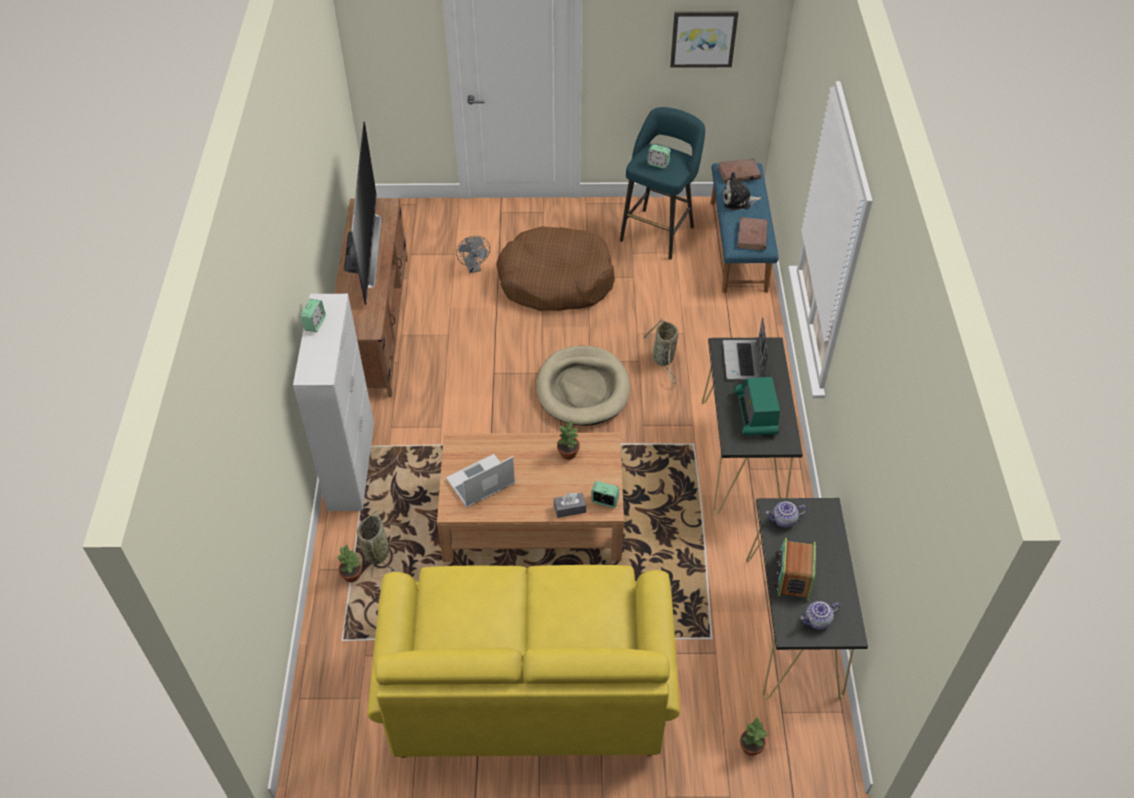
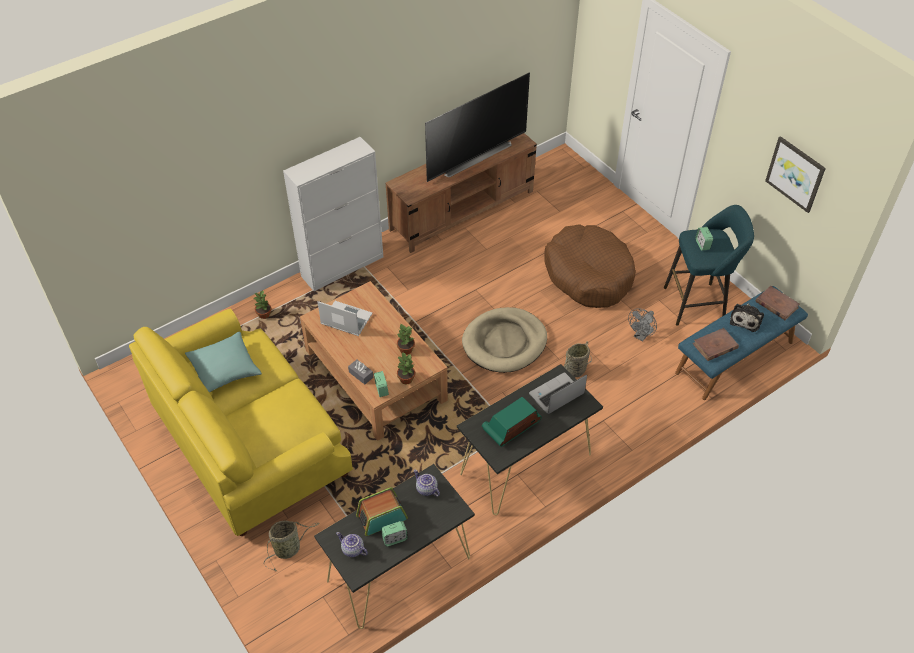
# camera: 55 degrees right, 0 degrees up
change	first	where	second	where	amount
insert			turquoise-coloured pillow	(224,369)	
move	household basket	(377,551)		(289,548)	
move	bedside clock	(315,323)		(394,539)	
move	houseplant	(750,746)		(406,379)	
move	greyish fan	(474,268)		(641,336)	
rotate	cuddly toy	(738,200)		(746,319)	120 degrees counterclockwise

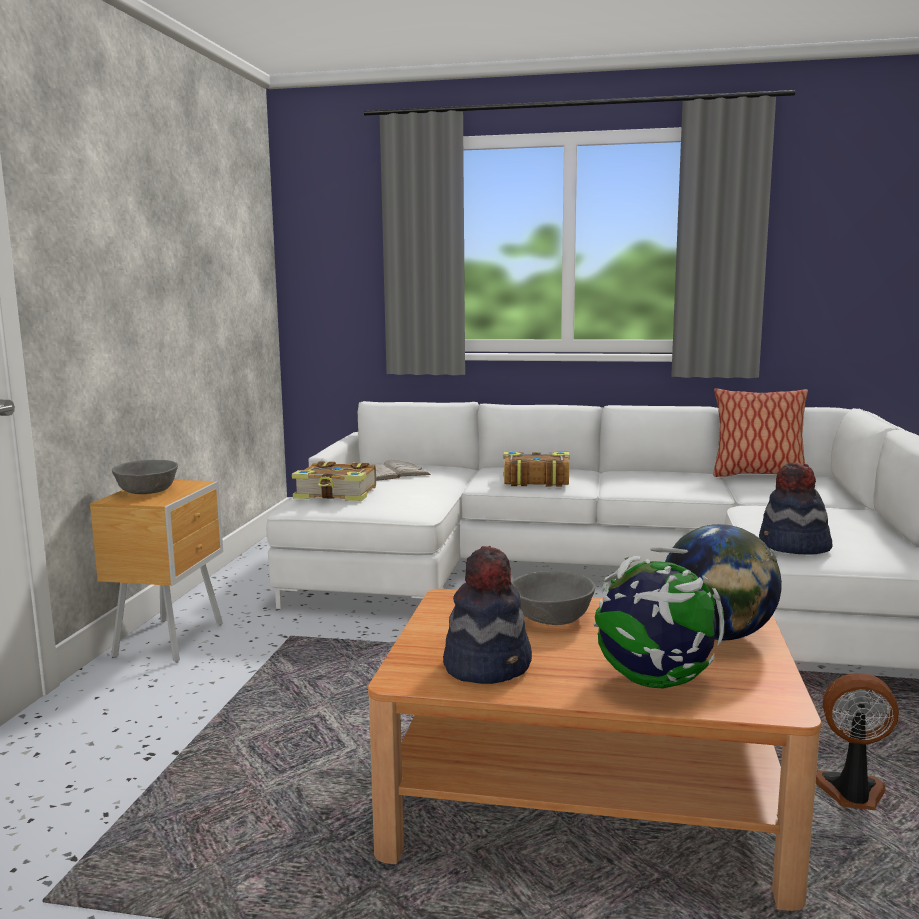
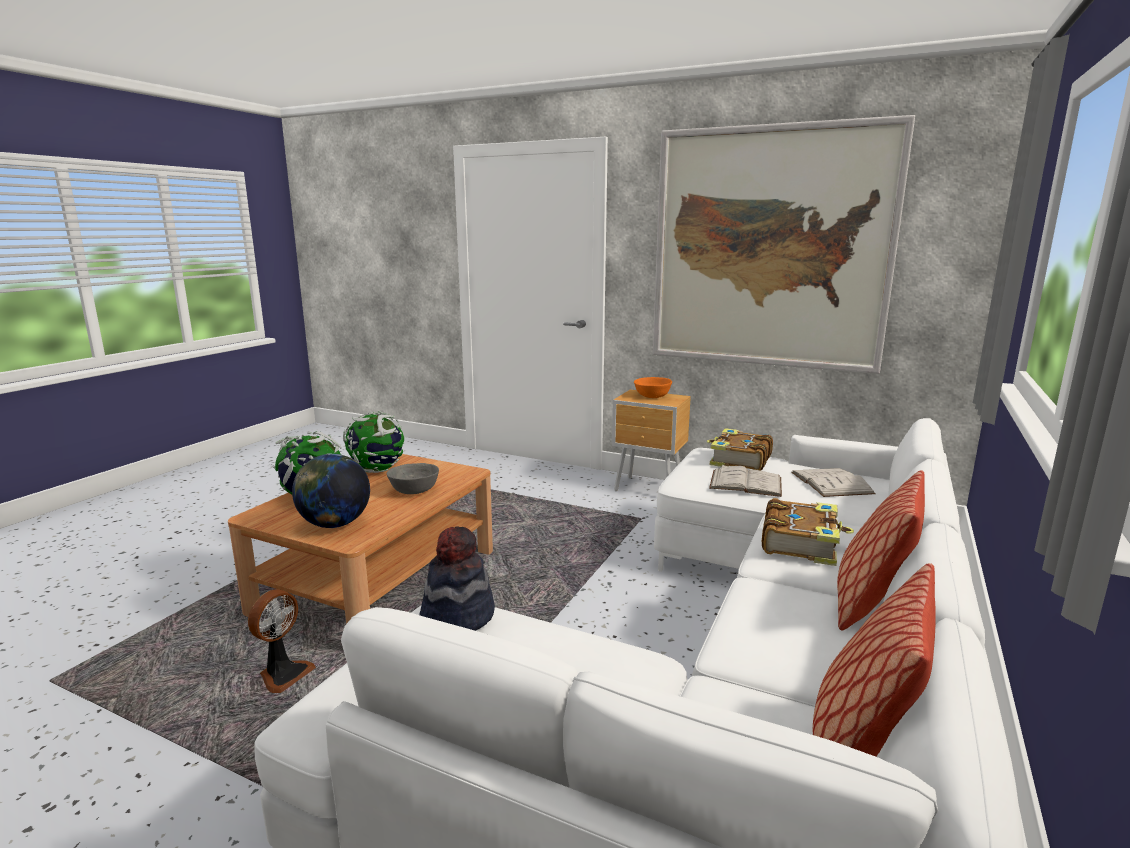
# camera: 105 degrees right, 5 degrees up
change	first	where	second	where	amount
replace	hat	(488,665)	world globe	(377,470)	
recolor	greyish bowl	(147,491)	orange bowl	(652,396)	
insert			wall art	(770,249)	
insert			white volume	(745,483)	
insert			pillow	(871,604)	

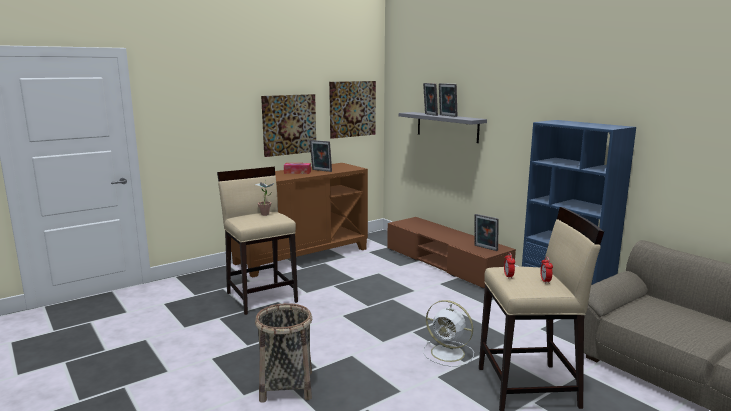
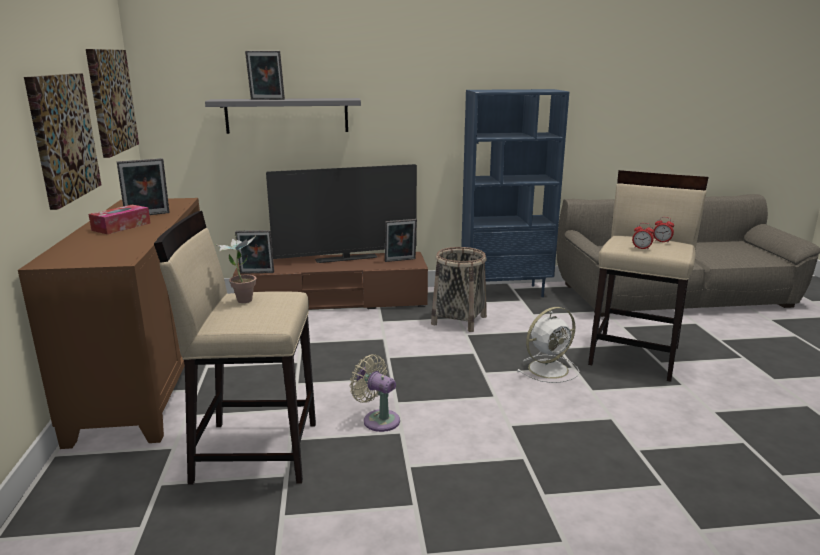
# camera: 60 degrees left, 5 degrees up
change	first	where	second	where	amount
move	picture frame	(447,116)		(256,273)	
insert			TV set	(346,259)	
insert			beige fan	(378,419)	
move	household basket	(286,386)		(459,320)	

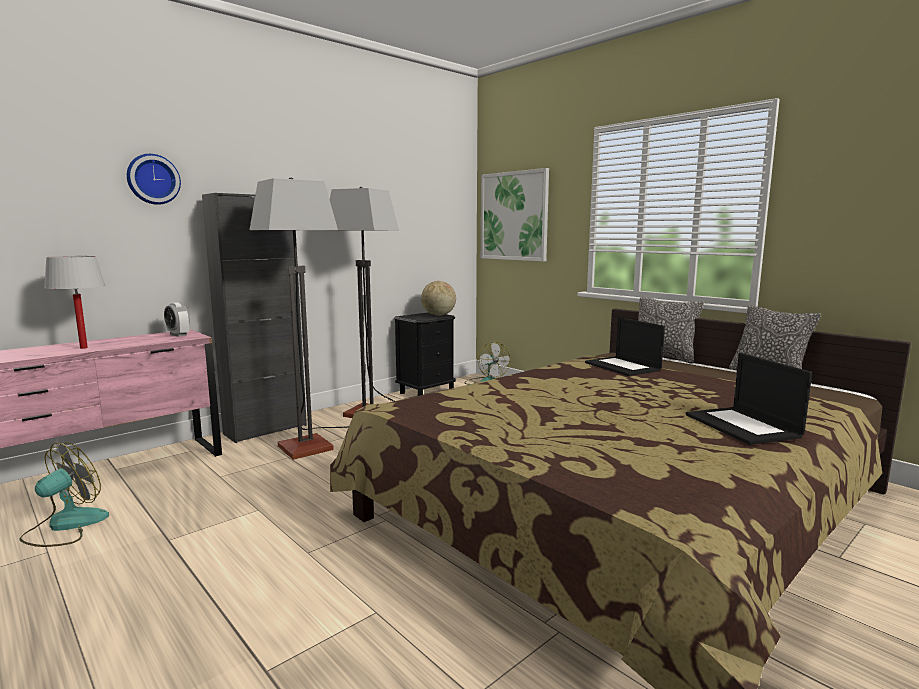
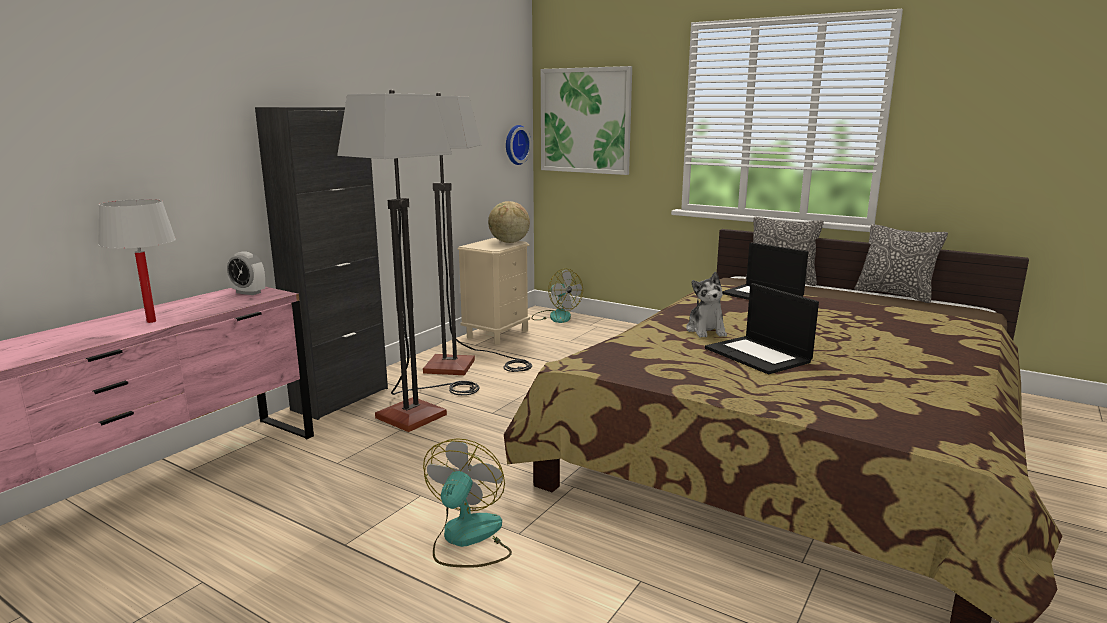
# camera: 15 degrees left, 5 degrees up
change	first	where	second	where	amount
move	fan	(65,526)		(467,539)	
recolor	black night table	(426,392)	beige night table	(497,334)	
move	clock on the wall	(153,179)		(515,144)	
insert			cuddly toy	(706,330)	
move	laptop	(743,426)		(759,355)	

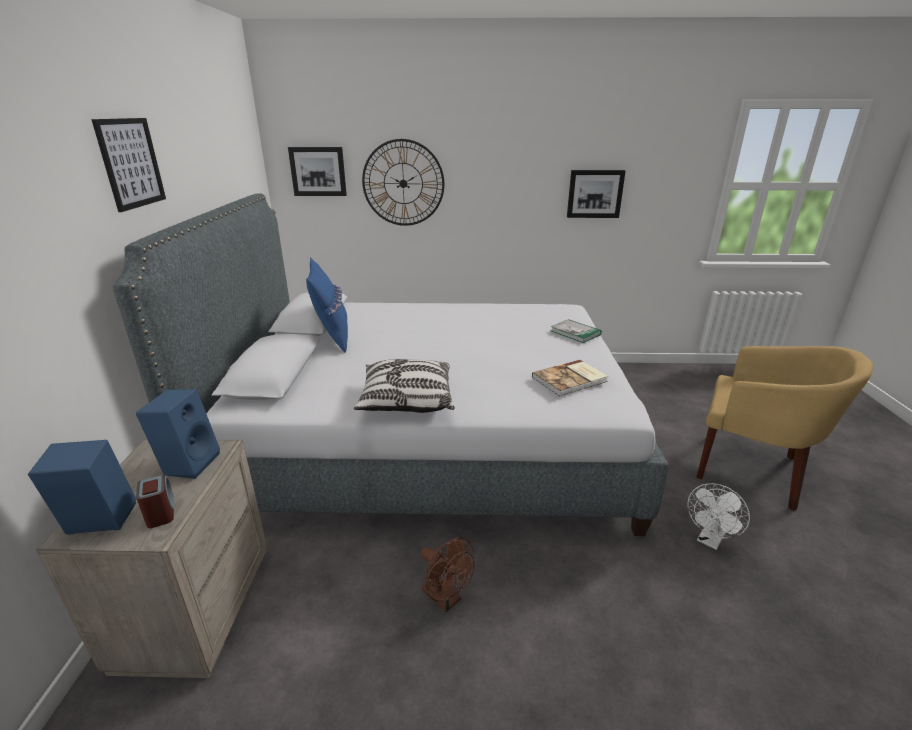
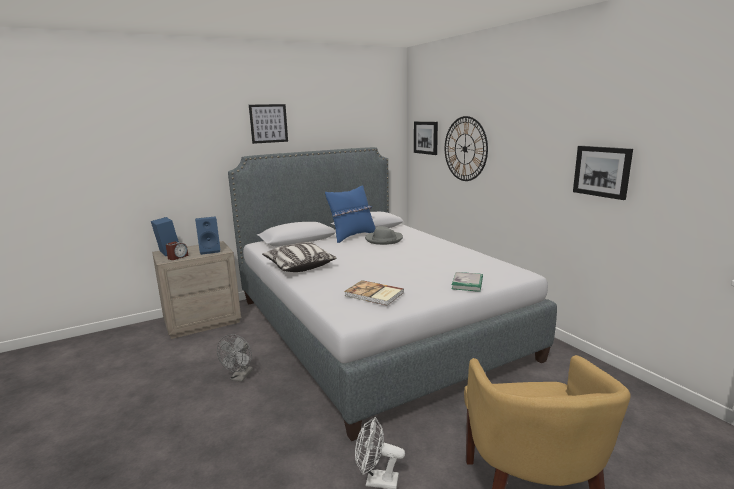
# camera: 60 degrees right, 10 degrees down
change	first	where	second	where	amount
recolor	brownish fan	(446,599)	greyish fan	(240,377)	
insert			greyish hat	(384,239)	

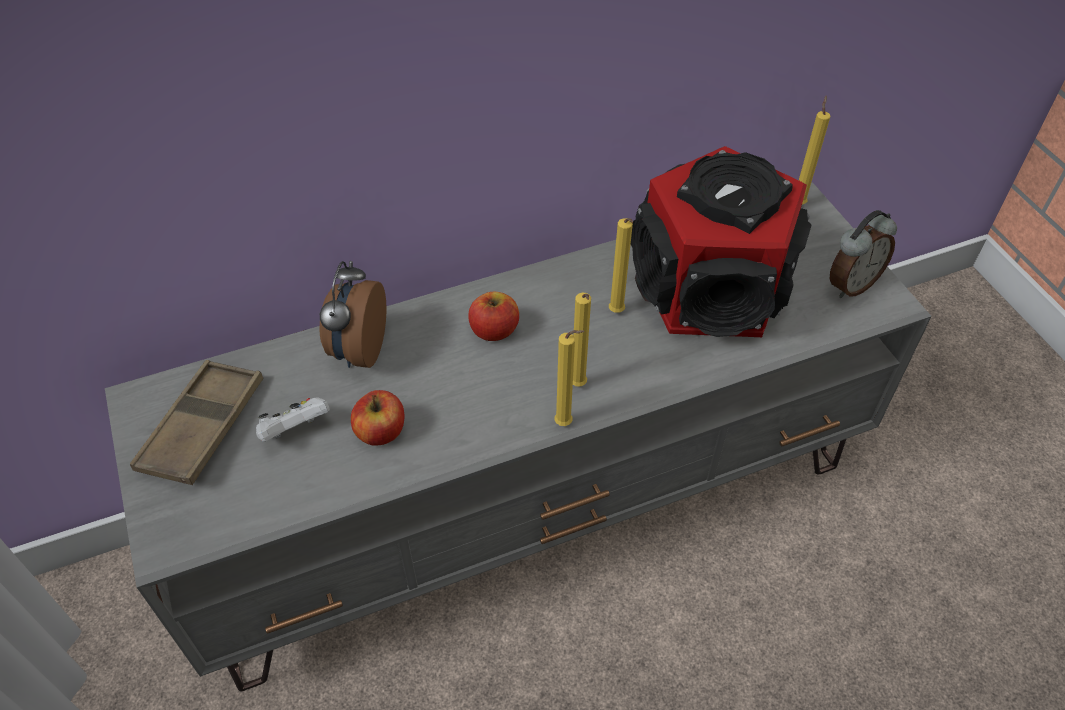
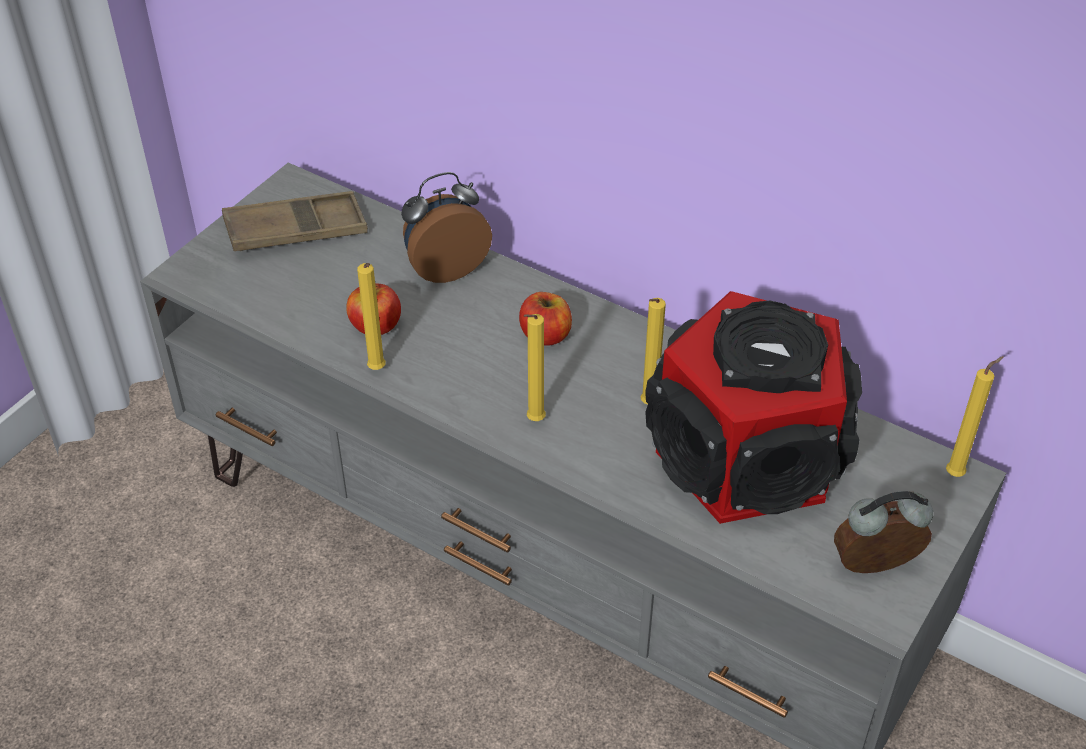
# camera: 55 degrees right, 5 degrees down
change	first	where	second	where	amount
move	yellowish wax candle	(566,424)		(377,371)	
rotate	bedside clock	(851,284)		(875,568)	150 degrees clockwise
delete	white joypad	(295,430)			

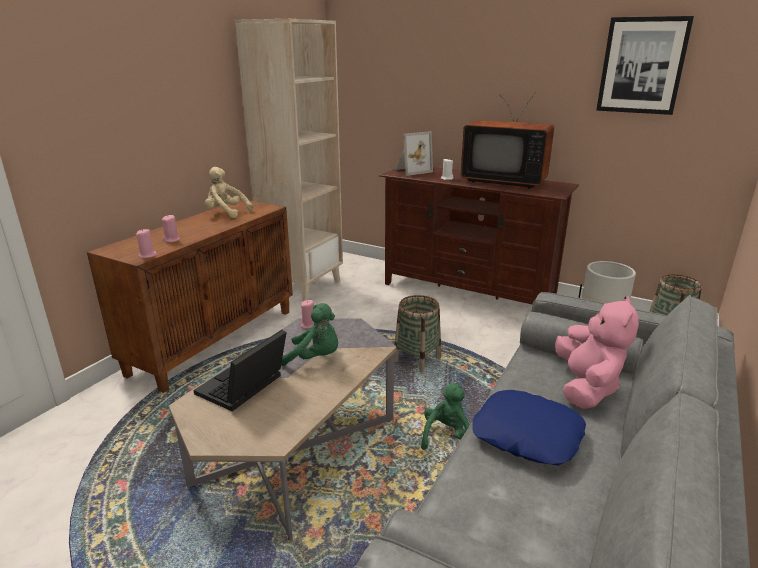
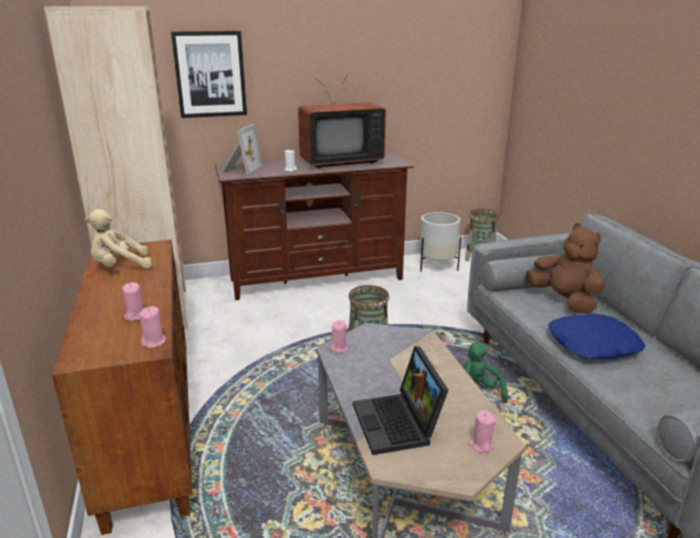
# camera: 45 degrees left, 0 degrees up
change	first	where	second	where	amount
move	wall art	(642,66)		(210,74)	
insert			pink-coloured wax candle	(481,445)	
recolor	pink-coloured cuddly toy	(586,387)	brownish cuddly toy	(564,301)	
delete	green-coloured cuddly toy	(315,358)			

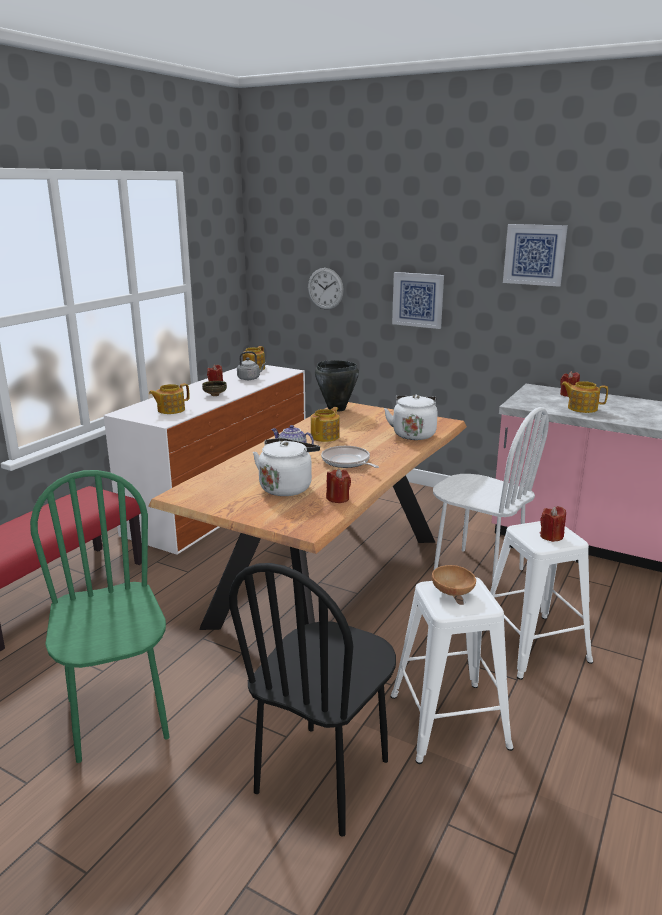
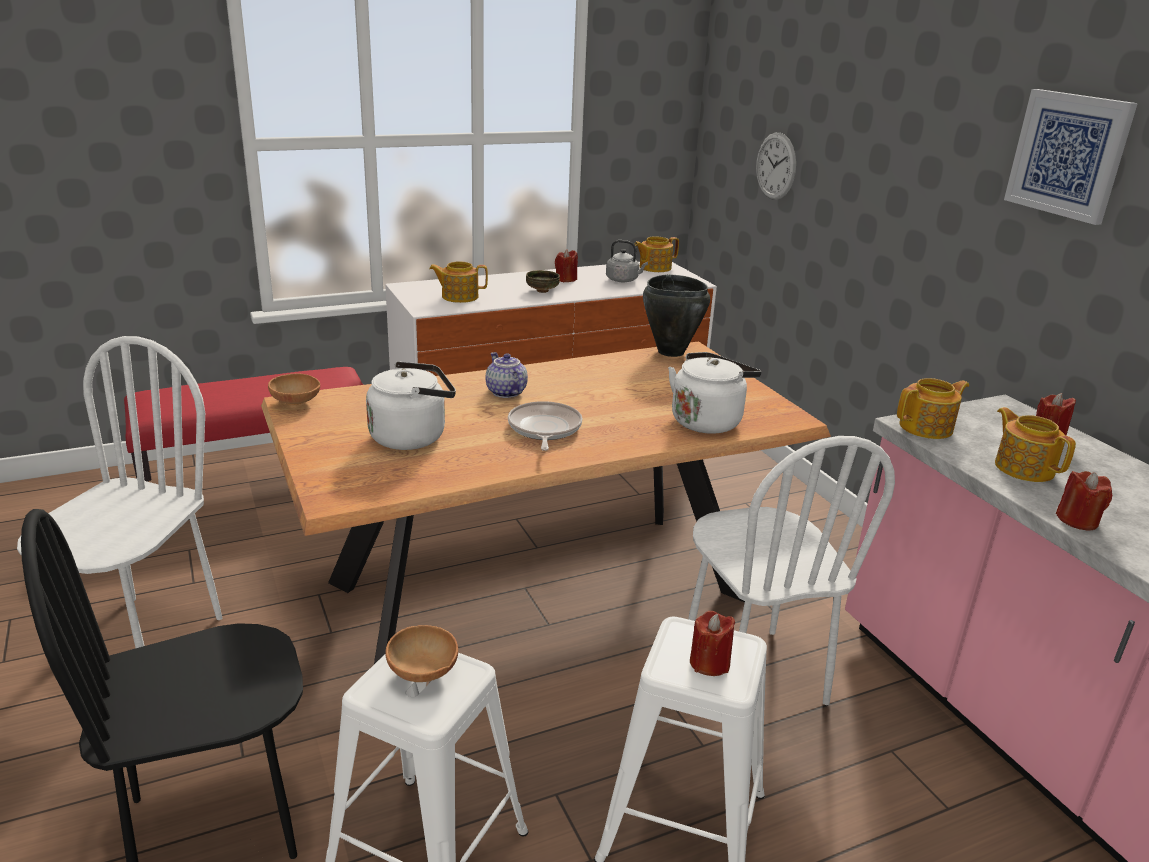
# camera: 35 degrees right, 5 degrees up
change	first	where	second	where	amount
recolor	green-coloured chair	(119,718)	white chair	(142,640)	
insert			brownish bowl	(296,403)	
move	tea pot	(325,436)		(927,427)	
move	red-coloured wax candle	(338,498)		(1077,520)	
delete	wall art	(418,300)			

